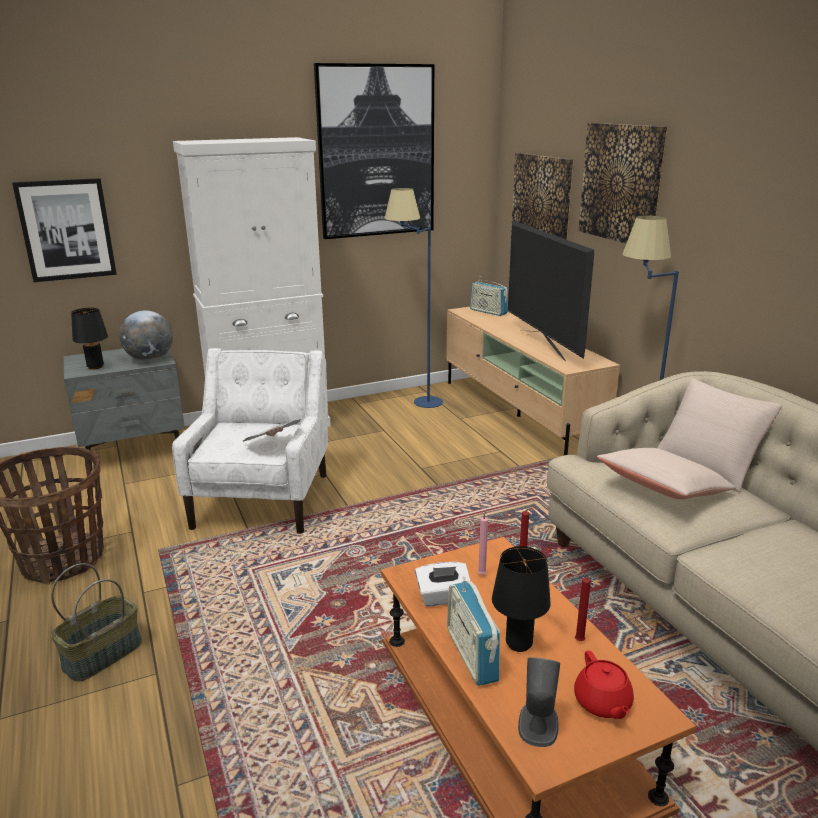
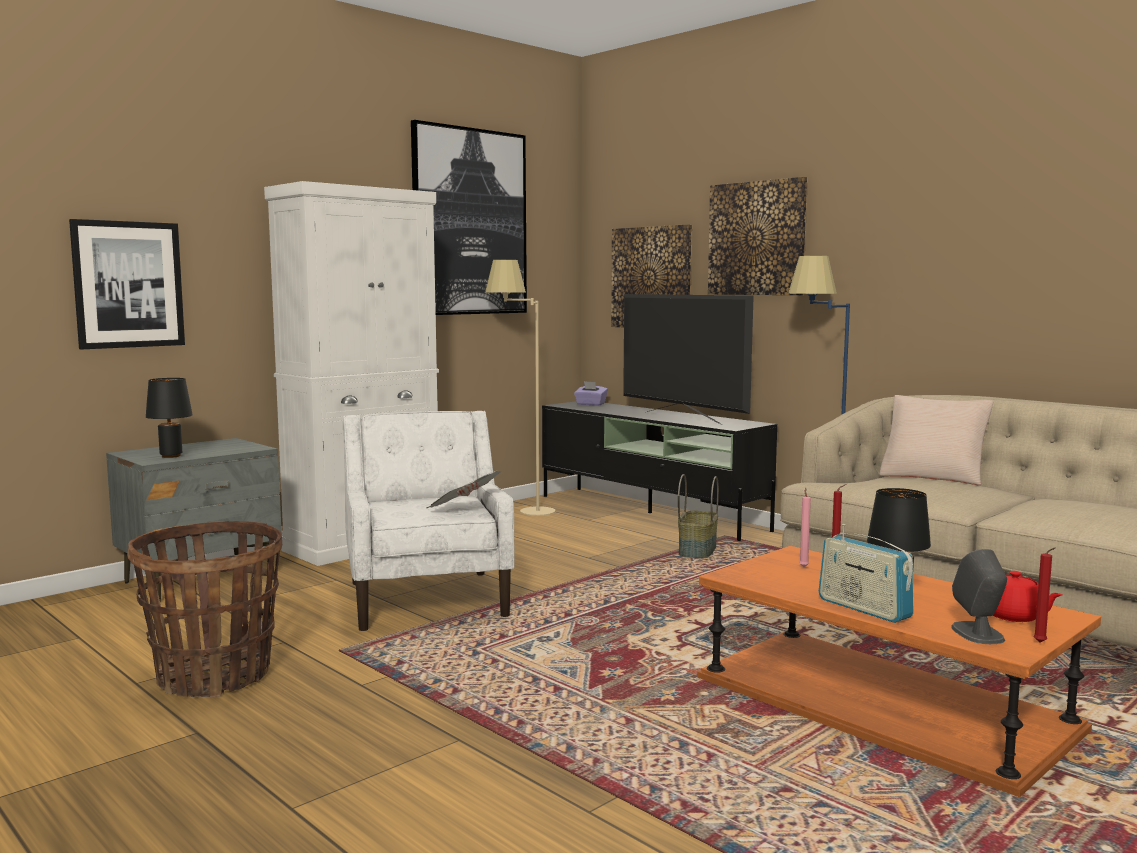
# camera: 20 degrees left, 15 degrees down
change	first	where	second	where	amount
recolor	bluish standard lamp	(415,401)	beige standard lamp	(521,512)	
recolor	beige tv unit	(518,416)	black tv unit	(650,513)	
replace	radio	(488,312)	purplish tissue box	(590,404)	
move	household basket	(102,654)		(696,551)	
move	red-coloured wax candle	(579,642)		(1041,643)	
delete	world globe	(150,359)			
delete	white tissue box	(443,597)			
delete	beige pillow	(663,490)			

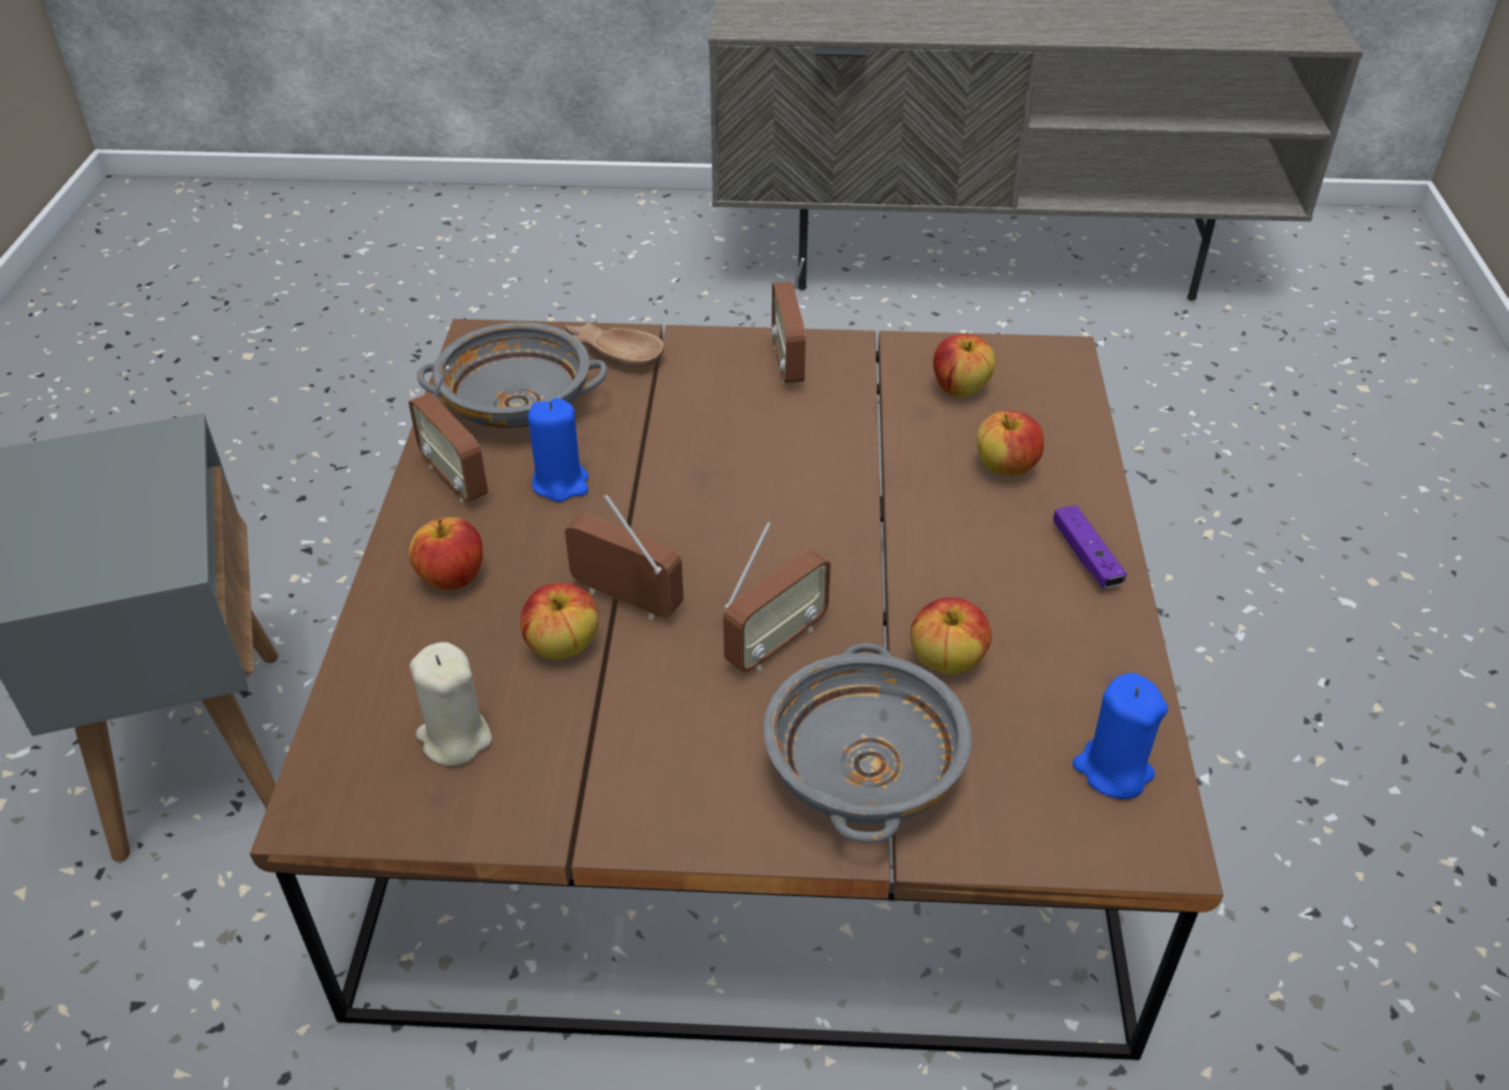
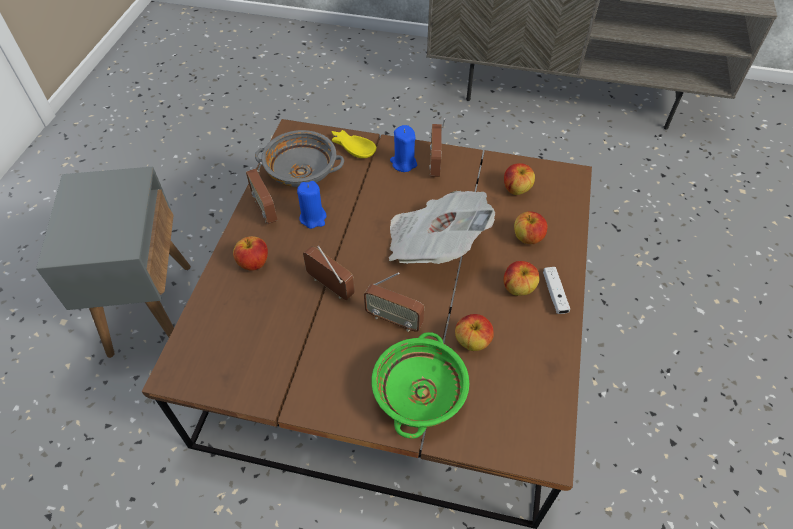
# camera: 10 degrees right, 10 degrees up
change	first	where	second	where	amount
recolor	brownish bowl	(614,351)	yellowish bowl	(353,147)	
rotate	radio	(776,643)		(394,319)	60 degrees clockwise
recolor	greyish bowl	(862,769)	green-coloured bowl	(419,393)	
insert			printed paper	(434,244)	
move	bluish wax candle	(1112,770)		(403,163)	
move	whole apple	(562,646)		(518,288)	
recolor	purplish joypad	(1086,557)	white joypad	(554,294)	
delete	beige wax candle	(454,738)			

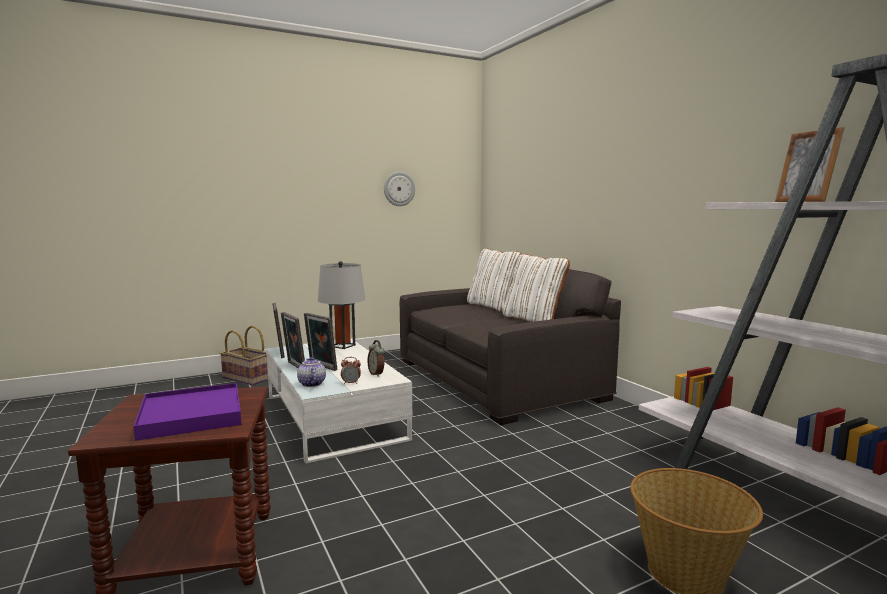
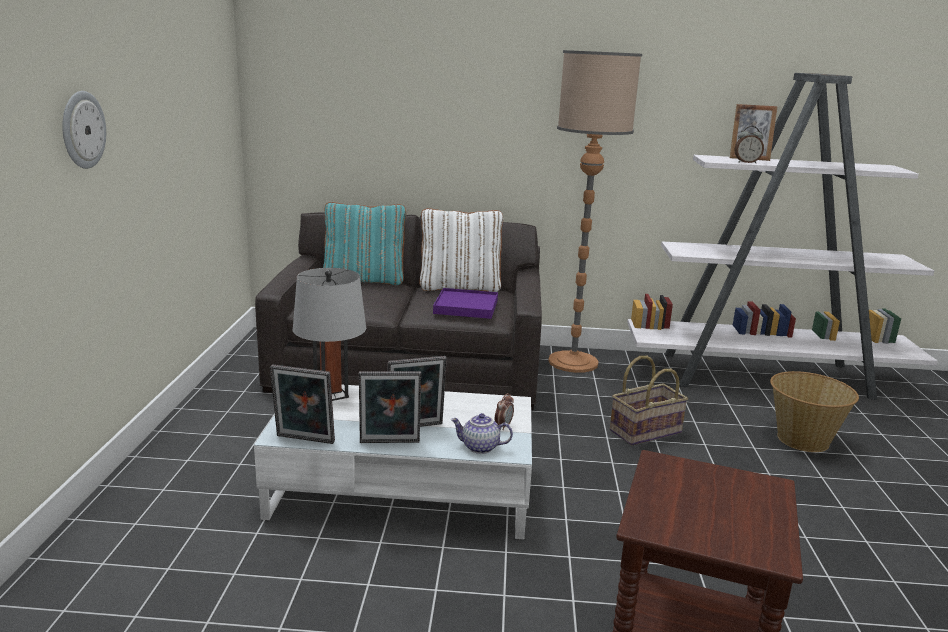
# camera: 60 degrees left, 10 degrees up
change	first	where	second	where	amount
move	clock on the wall	(399,189)		(82,130)	
recolor	white pillow	(492,307)	turquoise-coloured pillow	(364,280)	
move	purplish serving tray	(191,415)		(466,307)	
insert			standard lamp	(573,362)	
move	household basket	(247,378)		(645,431)	
move	bedside clock	(376,374)		(746,162)	

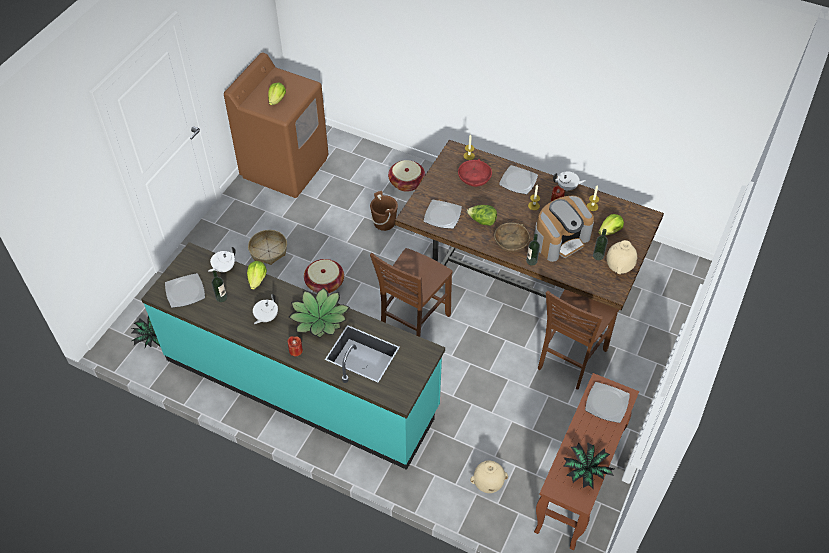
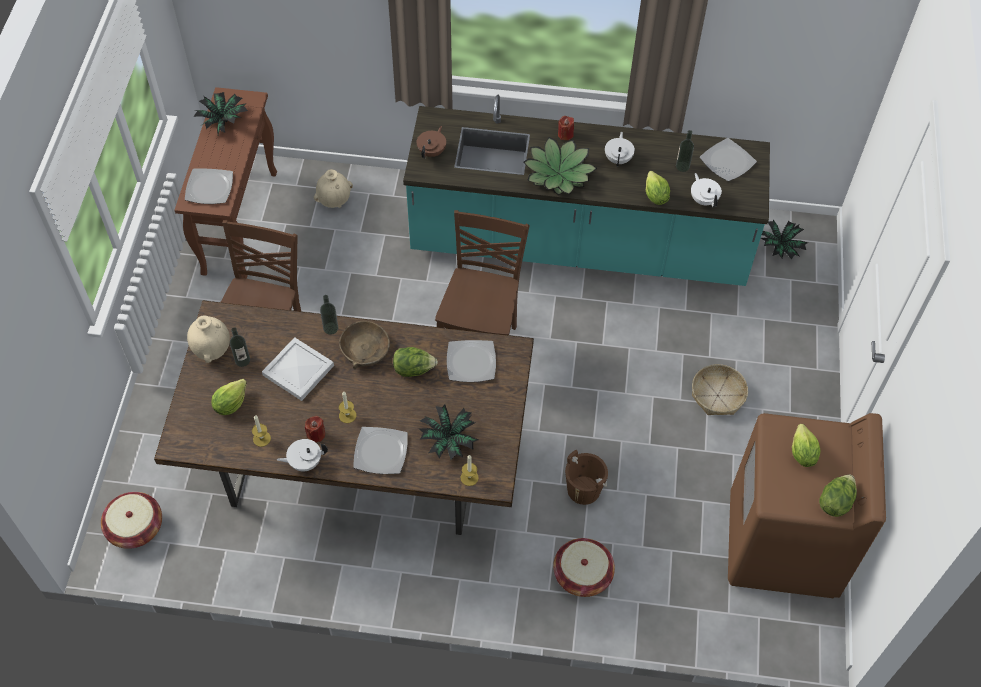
# camera: 160 degrees right, 5 degrees up
change	first	where	second	where	amount
move	household basket	(325,283)		(135,527)	
replace	coffee brewer	(560,239)	white serving tray	(298,371)	
insert			brownish tea pot	(432,152)	
replace	red-coloured bowl	(474,177)	houseplant	(448,440)	
rotate	white tea pot	(224,268)		(703,199)	45 degrees counterclockwise
insert			lettuce	(835,502)	

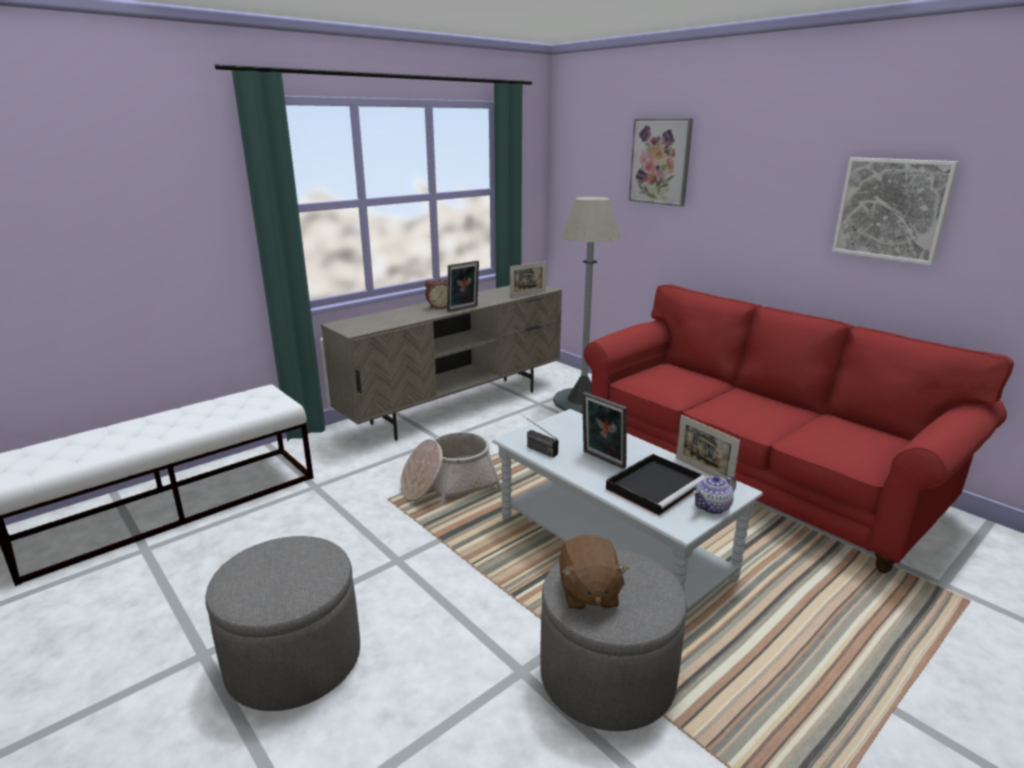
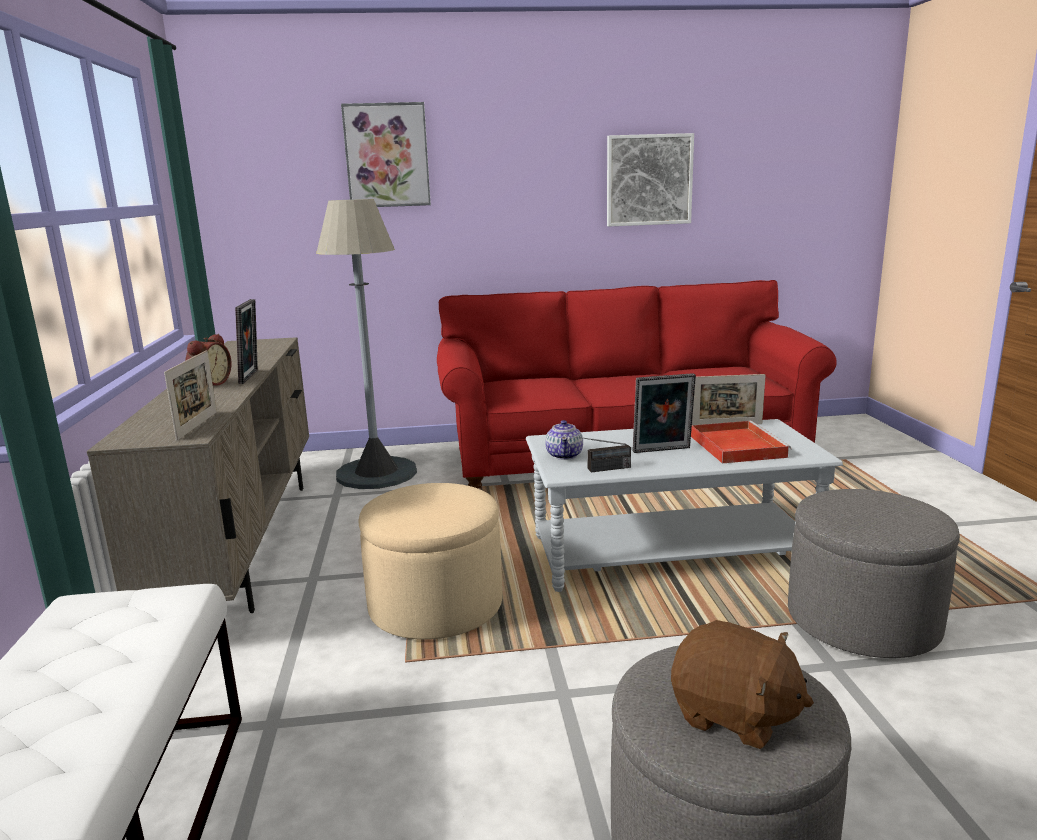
# camera: 55 degrees left, 5 degrees down
change	first	where	second	where	amount
move	picture frame	(528,294)		(197,425)	
replace	household basket	(449,485)	beige pouffe	(435,606)	
move	tea pot	(713,507)		(564,455)	
move	brownish cuddly toy	(588,593)		(734,715)	
recolor	black serving tray	(655,486)	red-coloured serving tray	(735,445)	

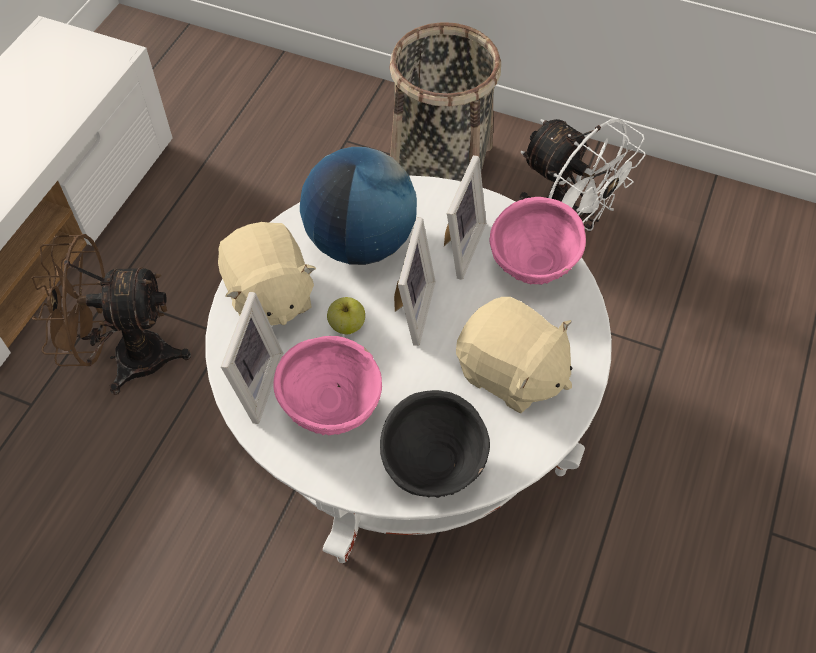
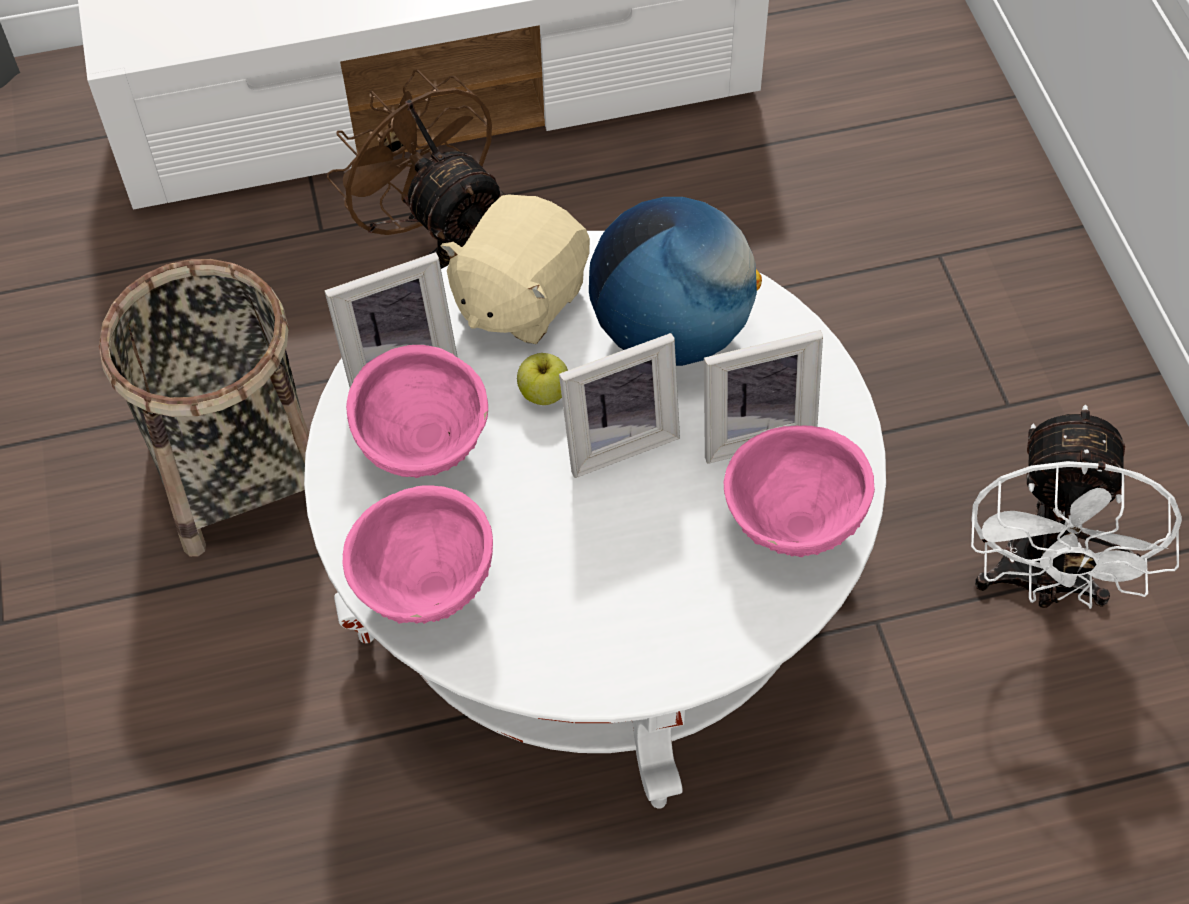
# camera: 55 degrees right, 0 degrees up
change	first	where	second	where	amount
move	household basket	(441,168)		(240,474)	
recolor	black bowl	(432,467)	pink-coloured bowl	(426,590)	
delete	beige cuddly toy	(510,373)			

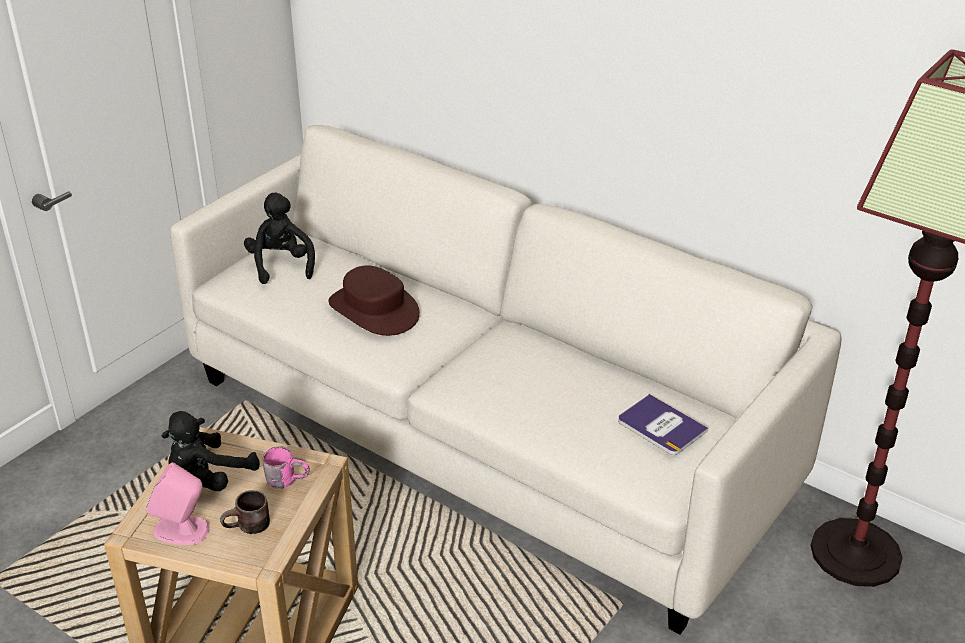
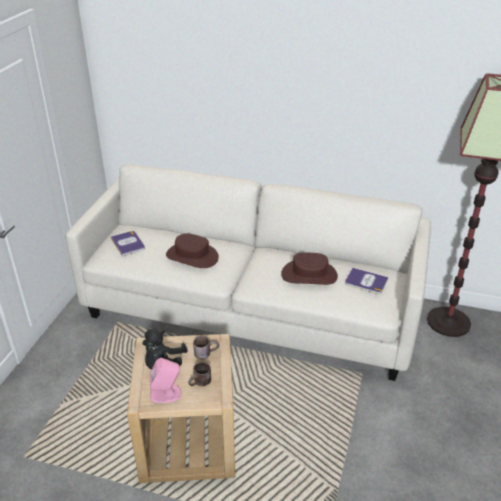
# camera: 20 degrees left, 0 degrees up
change	first	where	second	where	amount
replace	black cuddly toy	(281,265)	volume	(128,243)	
recolor	pink-coloured tea mug	(287,479)	brownish tea mug	(205,352)	
insert			brownish hat	(309,275)	

